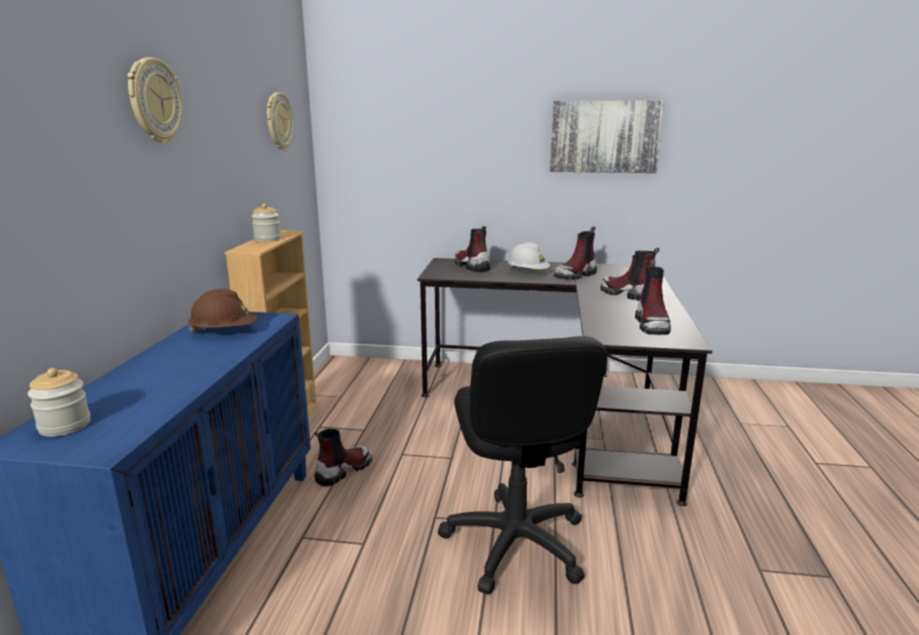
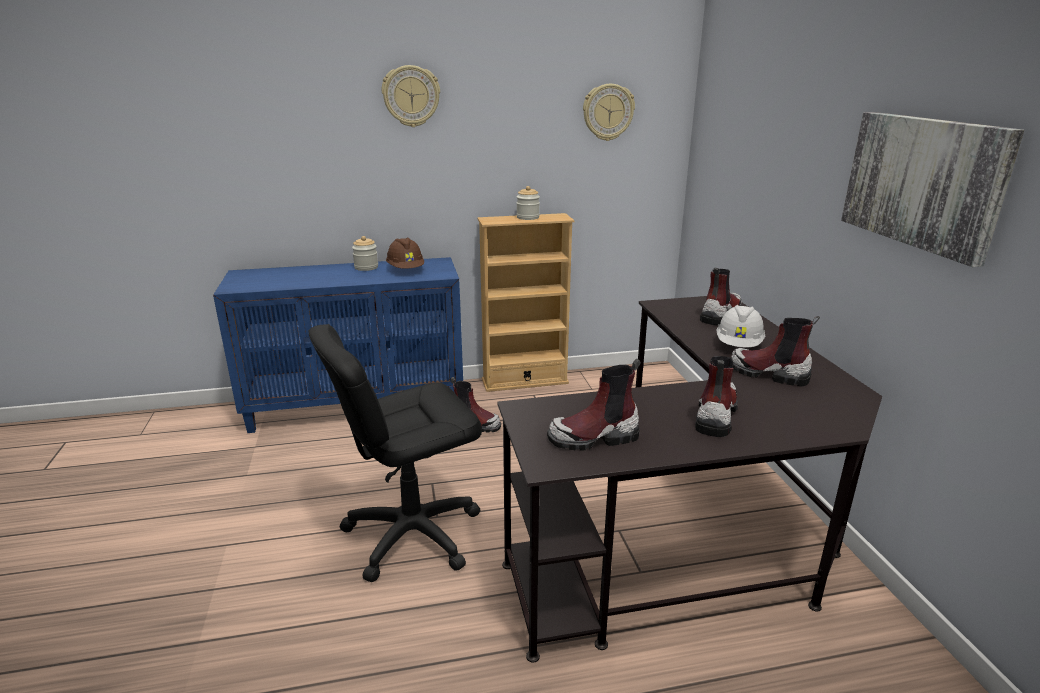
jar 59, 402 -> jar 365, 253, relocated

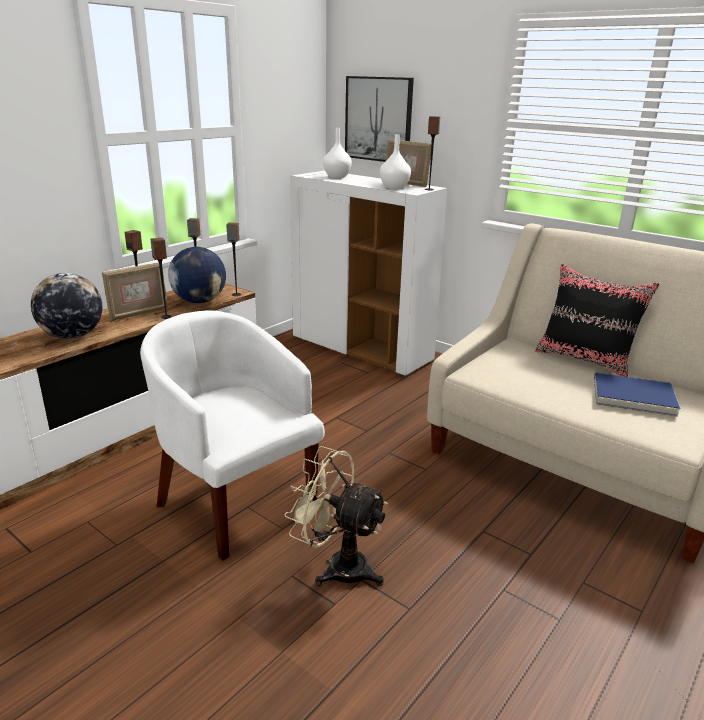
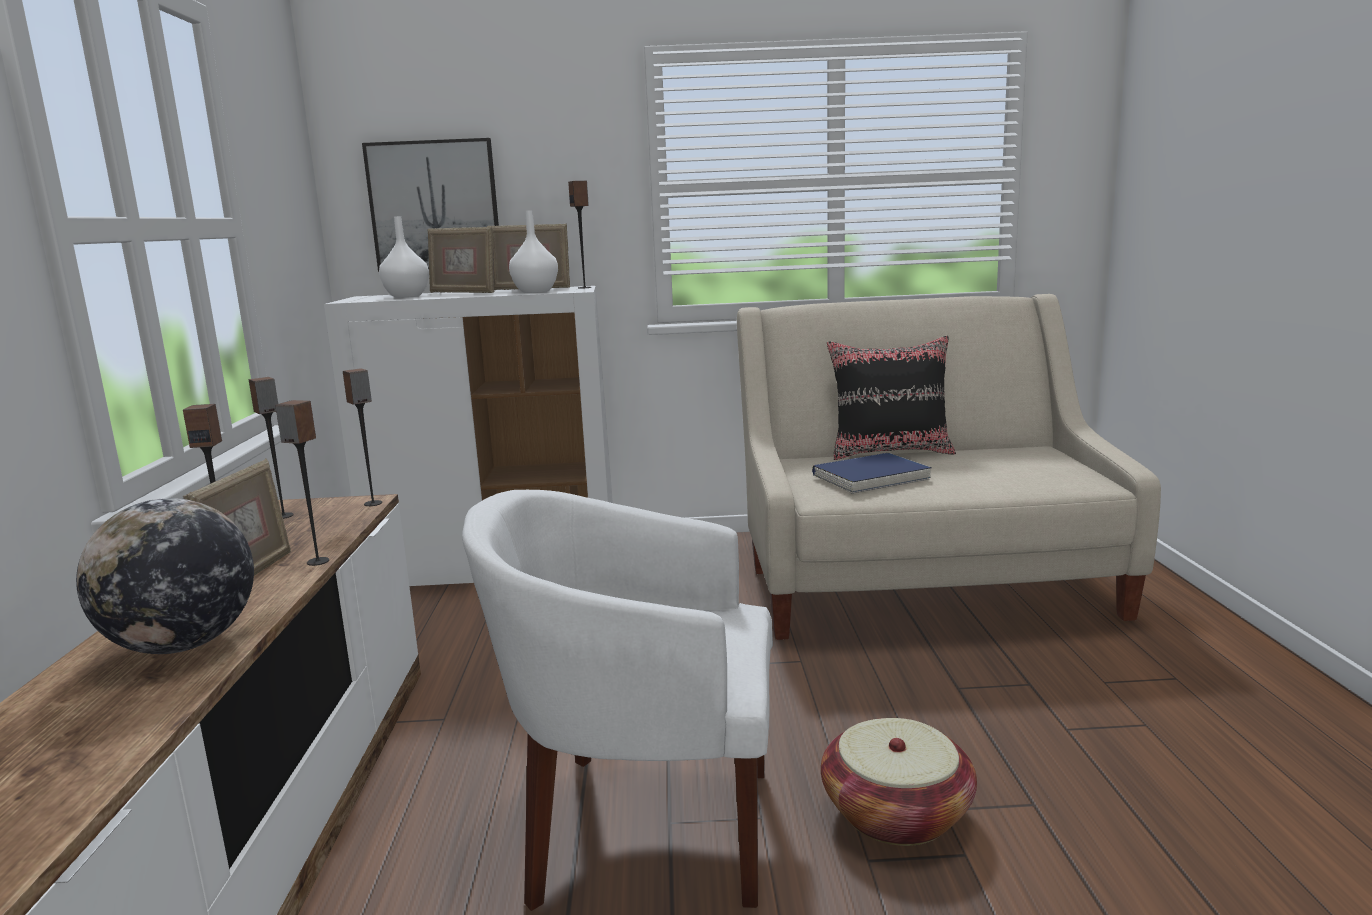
globe 197, 275 -> none
none -> picture frame 461, 259
blue book 637, 394 -> blue book 872, 473, relocated
beige fan 336, 516 -> basket 899, 782

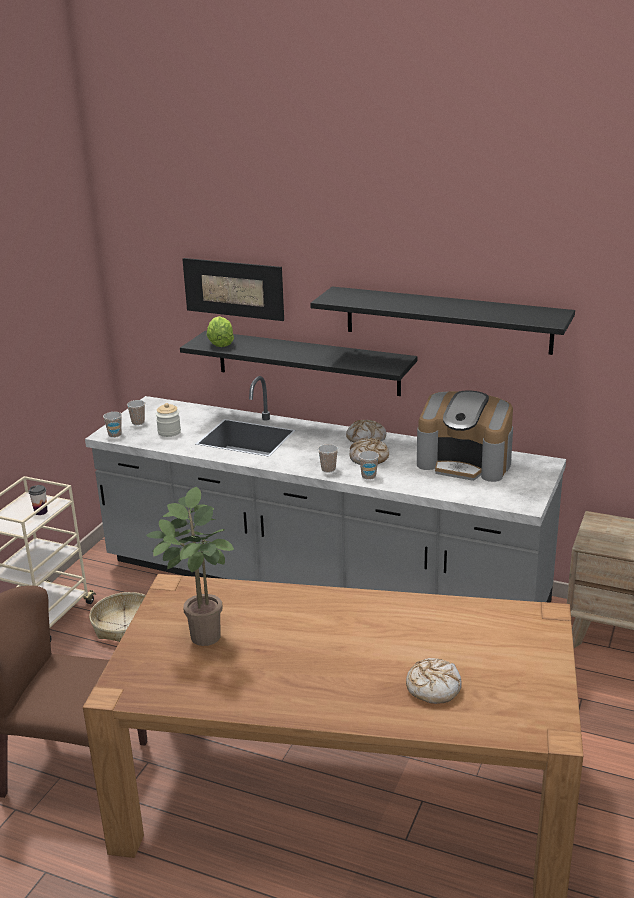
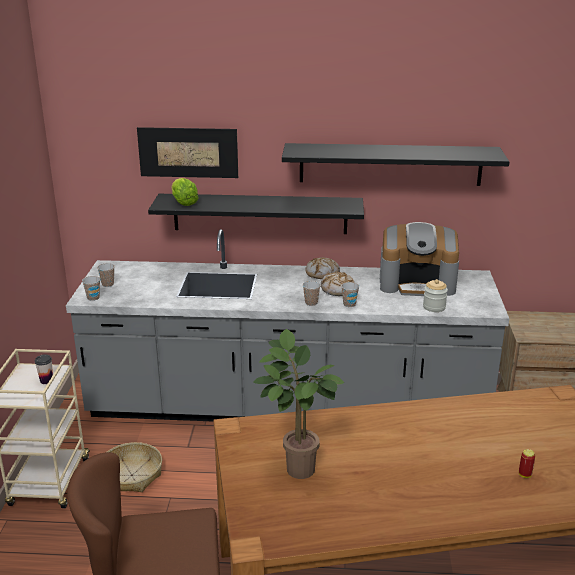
jar 168, 420 -> jar 435, 295, relocated
bread 434, 681 -> can 527, 463

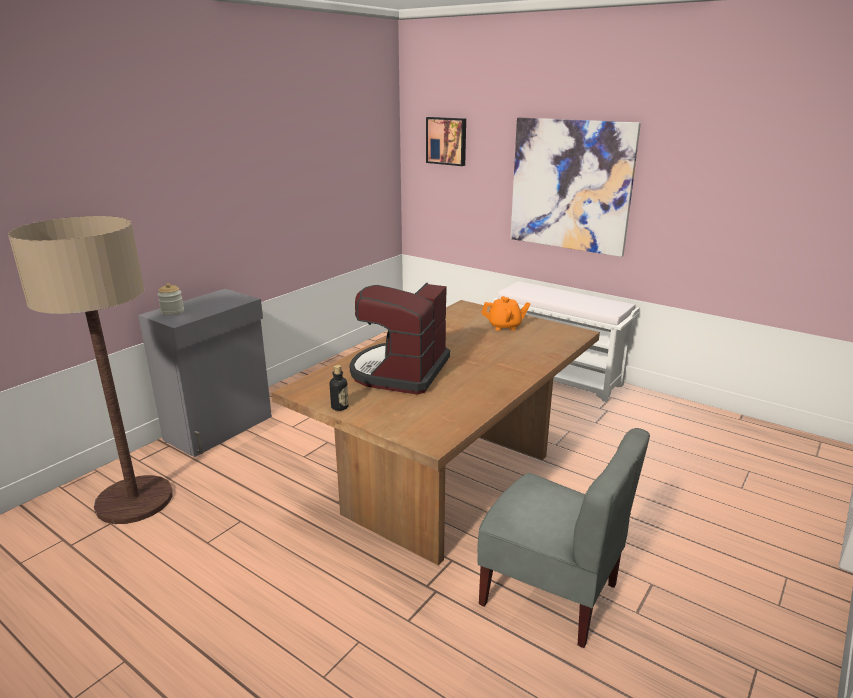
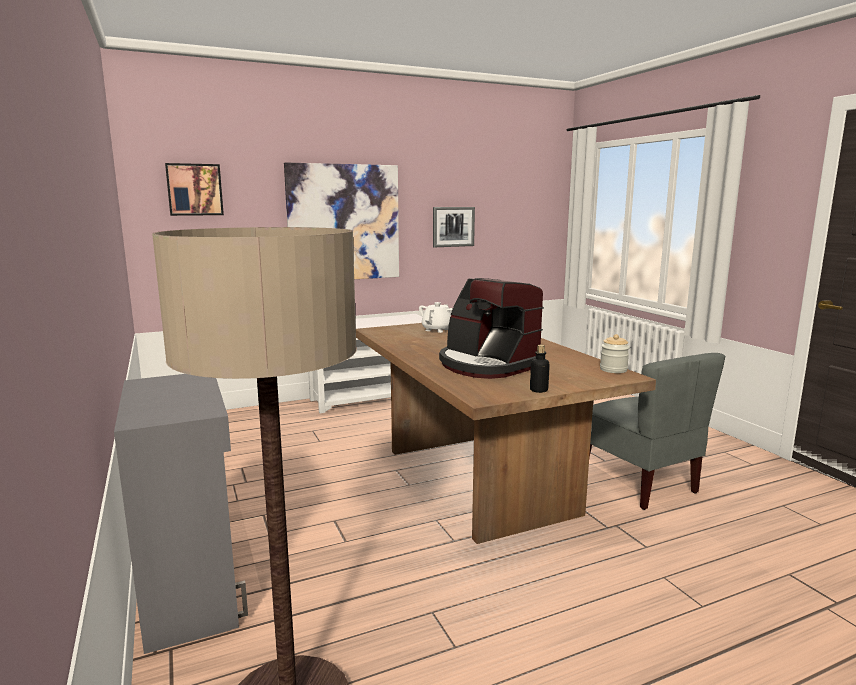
none -> picture 454, 227
jar 171, 299 -> jar 615, 353, relocated
orange teapot 505, 313 -> white teapot 436, 317
grey chair 563, 538 -> grey chair 657, 431, 90 degrees clockwise

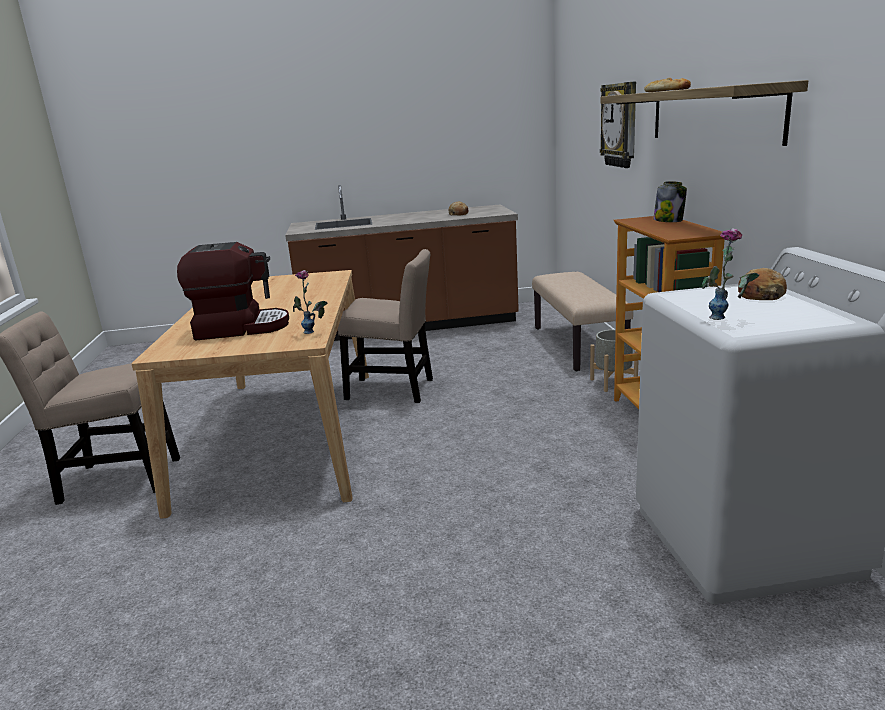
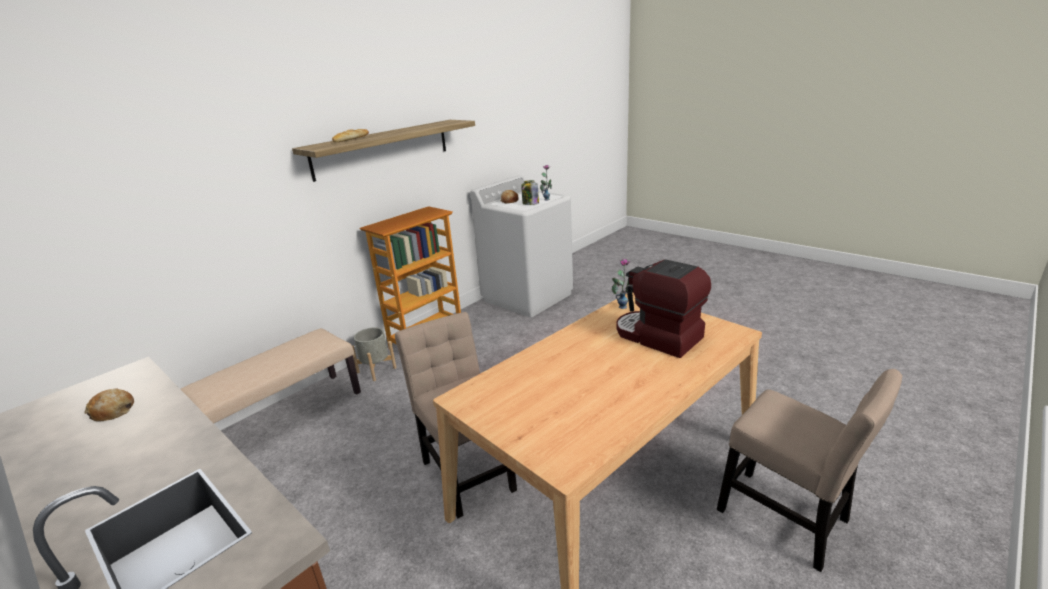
wall clock 618, 125 -> none
jar 670, 201 -> jar 530, 192, relocated

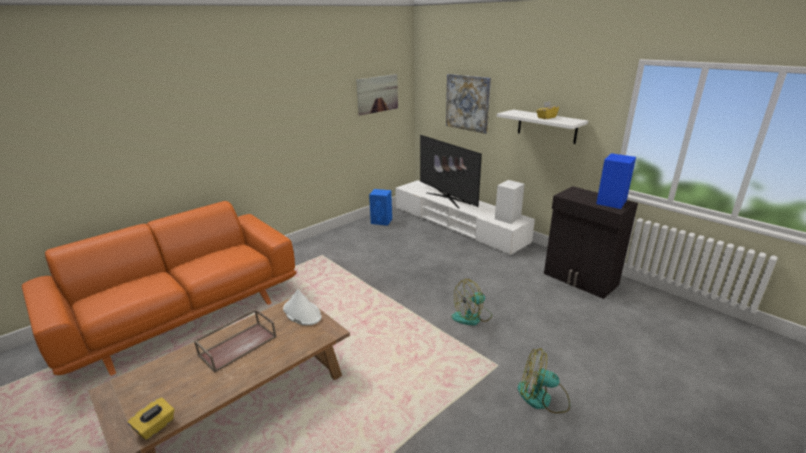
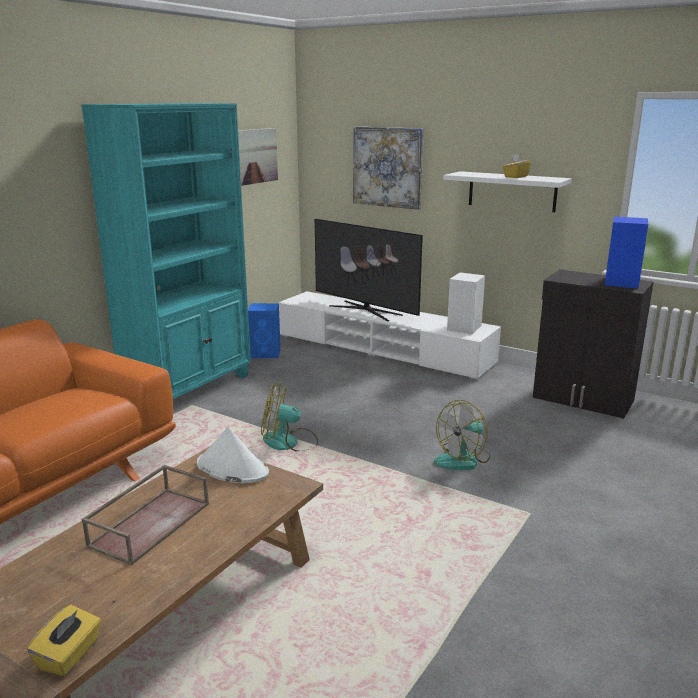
none -> turquoise bookcase 166, 251
fan 544, 380 -> fan 289, 417, relocated

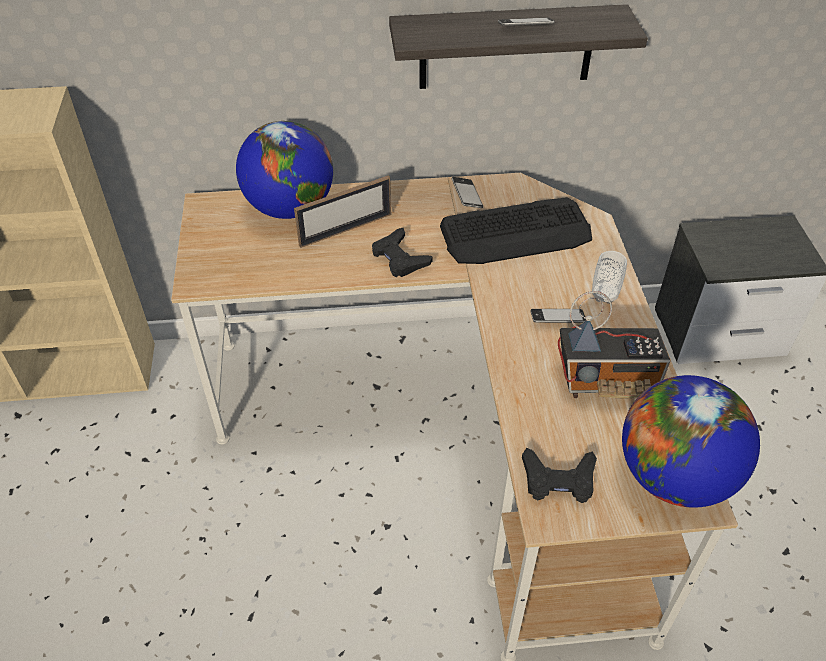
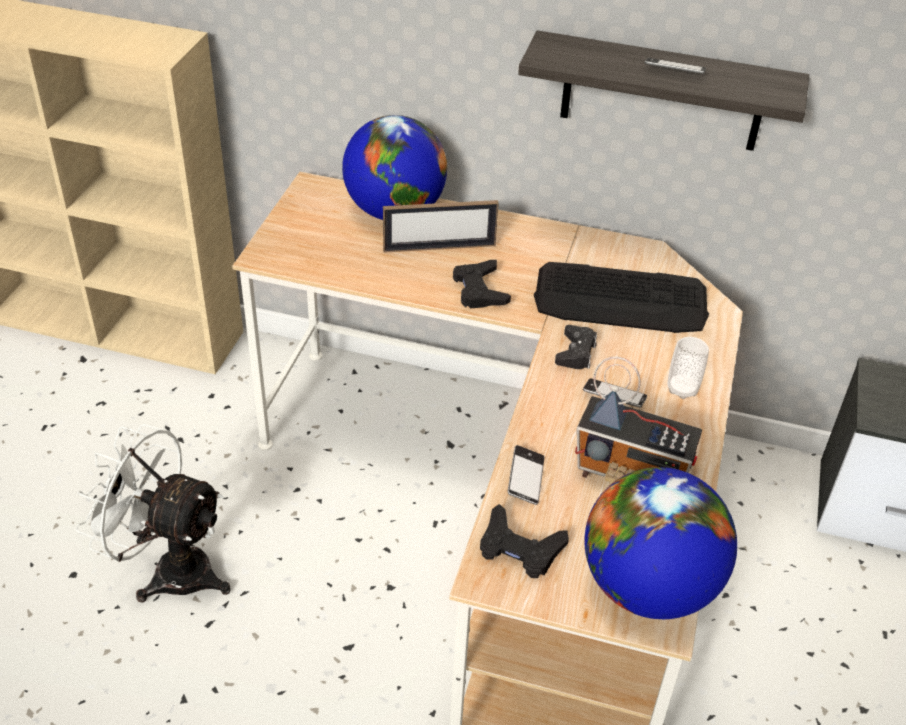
none -> white fan 153, 513
none -> black game controller 576, 347
phone 467, 192 -> phone 526, 475, relocated

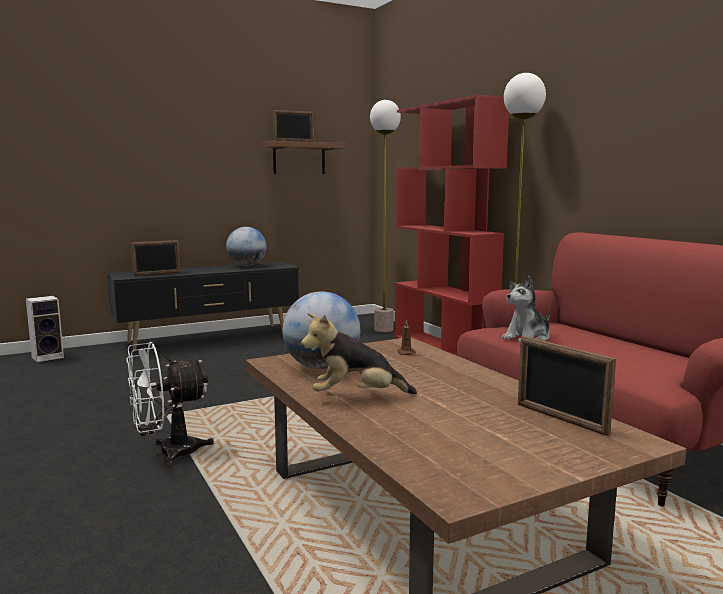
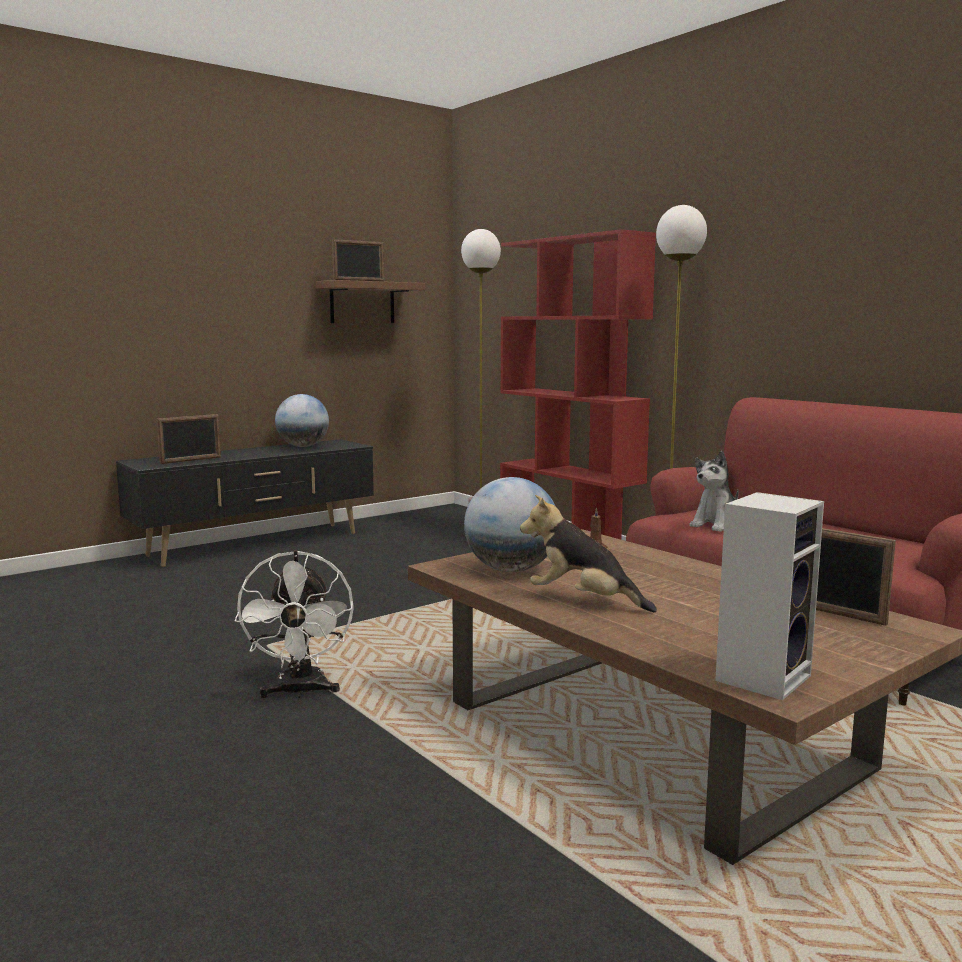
speaker 45, 329 -> speaker 769, 596, relocated
white fan 170, 404 -> white fan 294, 624, 60 degrees counterclockwise
plush toy 359, 353 -> plush toy 588, 553, 45 degrees clockwise

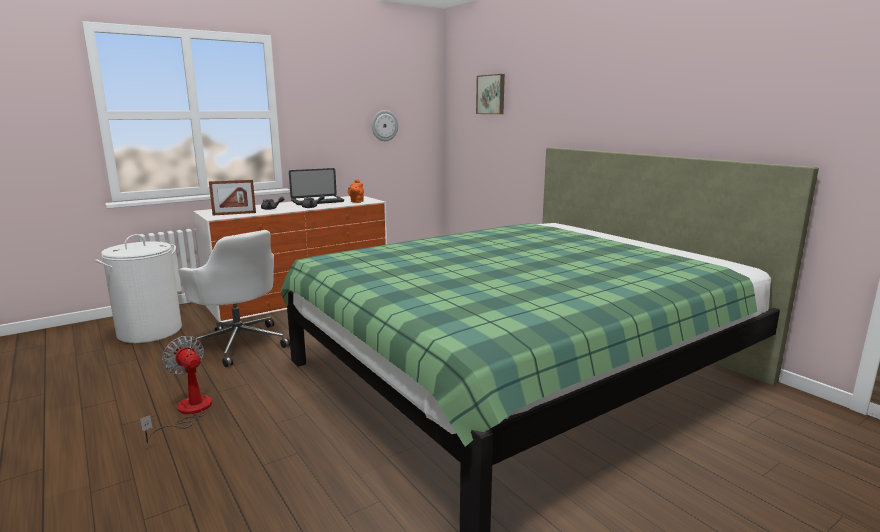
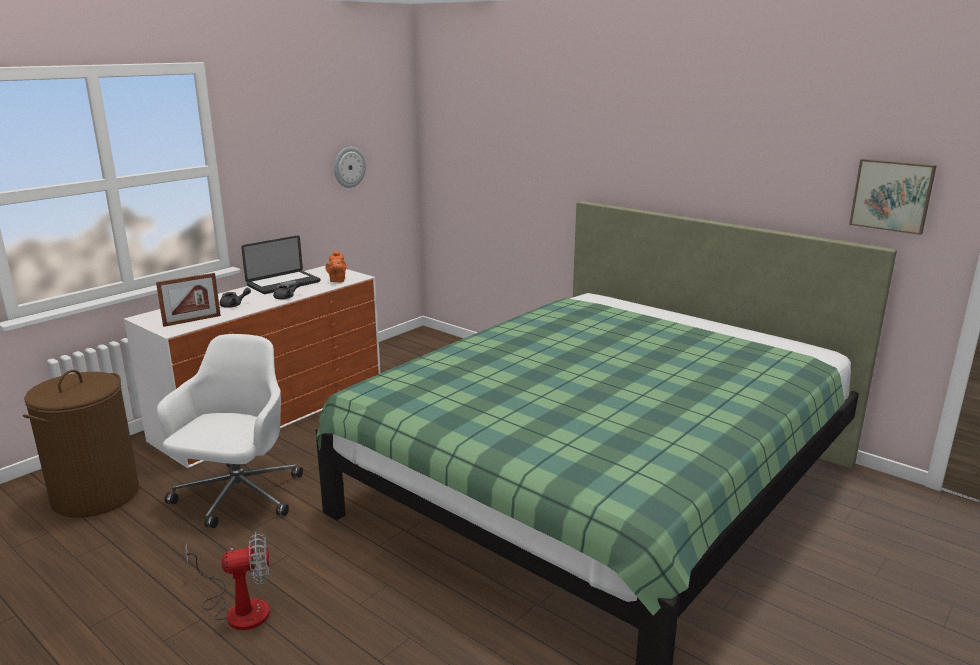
picture 490, 94 -> picture 893, 196, relocated
white laundry basket 138, 288 -> brown laundry basket 81, 444
fan 176, 389 -> fan 227, 580, 135 degrees clockwise
white office chair 234, 298 -> white office chair 230, 431, 105 degrees counterclockwise

